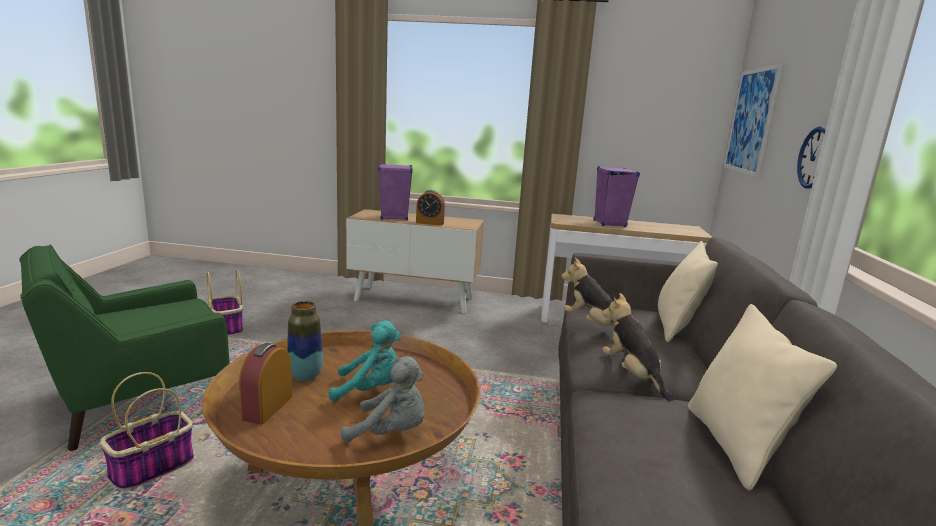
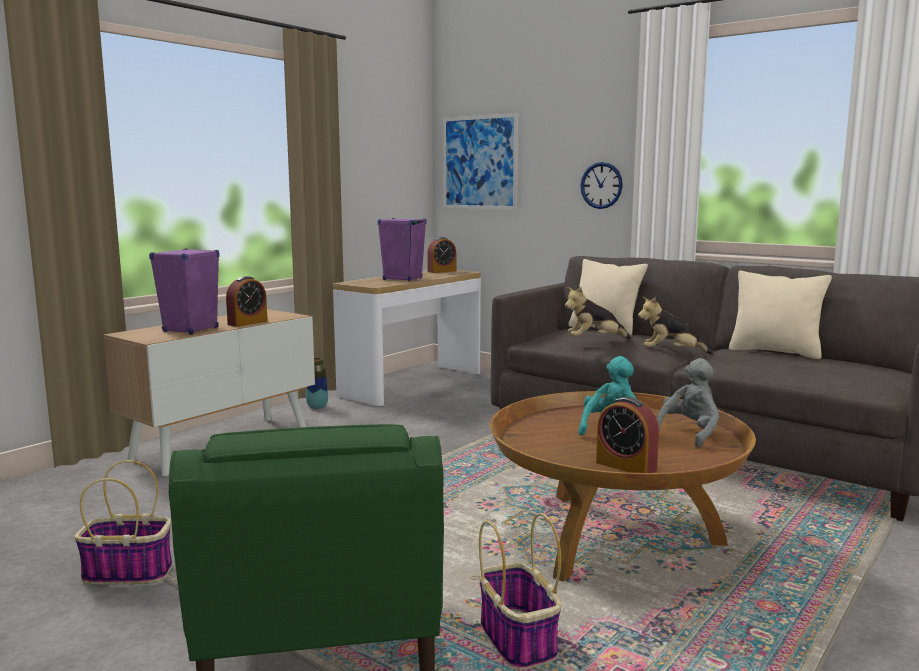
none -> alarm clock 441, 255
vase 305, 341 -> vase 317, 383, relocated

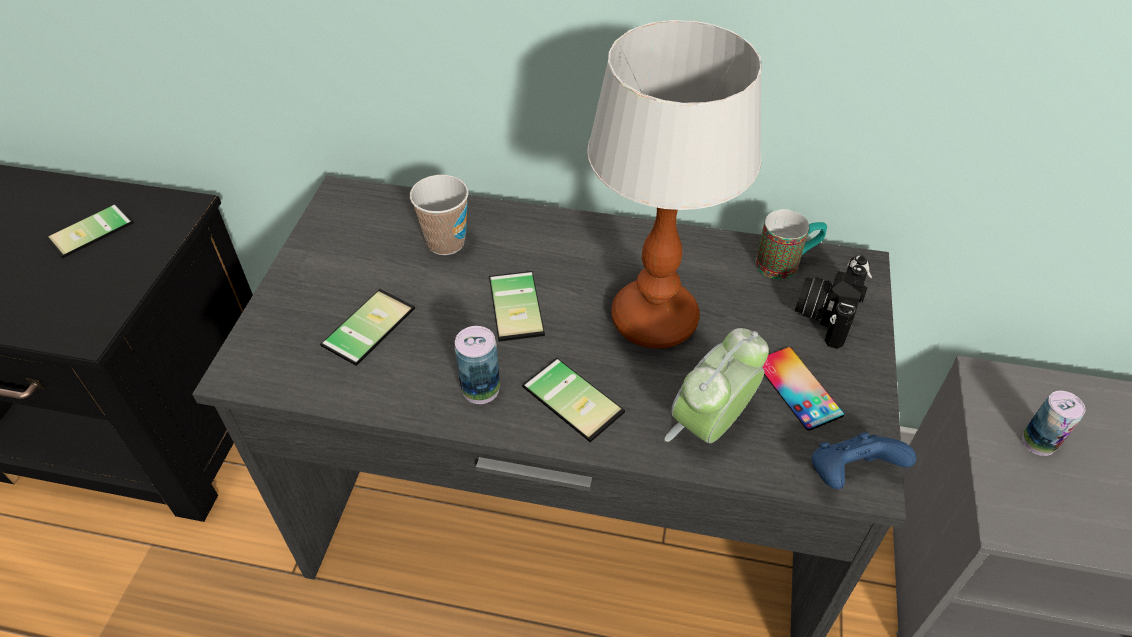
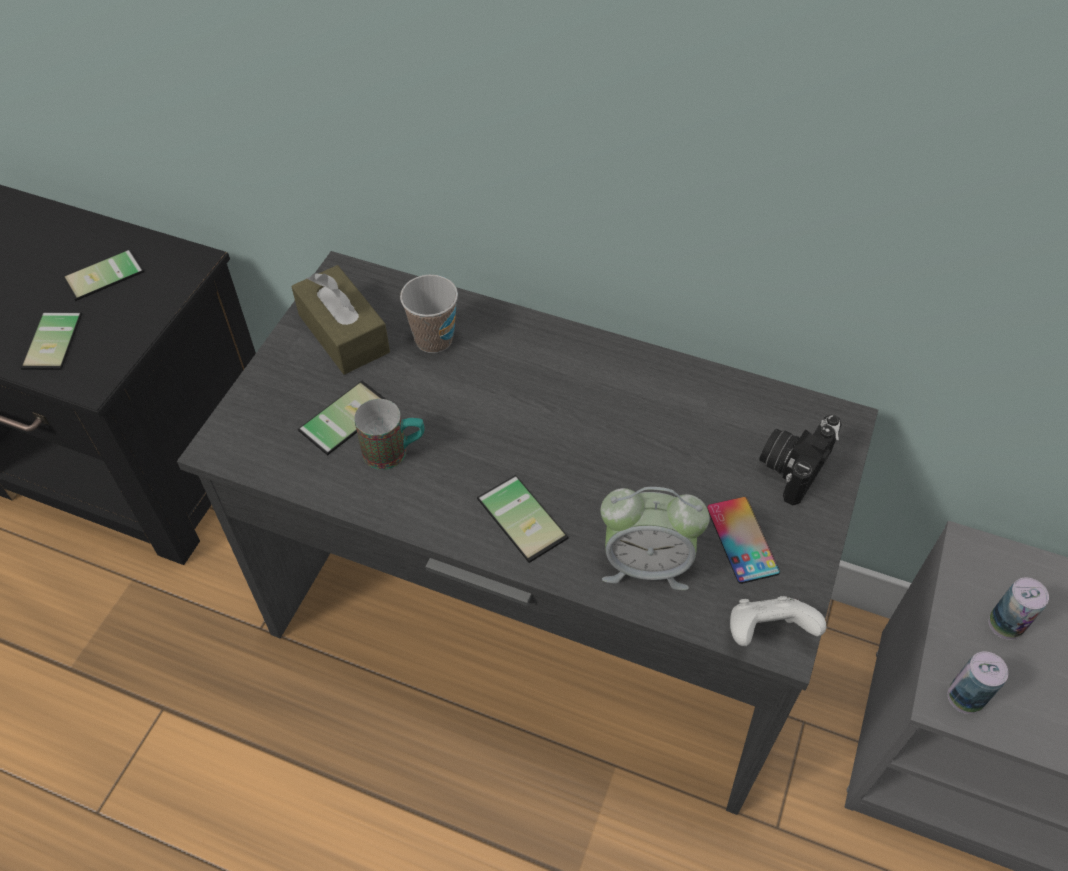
table lamp 674, 184 -> none
none -> brown tissue box 340, 320
can 477, 365 -> can 978, 682, relocated
phone 517, 306 -> phone 51, 341, relocated
mug 791, 244 -> mug 389, 434, relocated
blue game controller 864, 460 -> white game controller 778, 621
alarm clock 716, 385 -> alarm clock 655, 538, 135 degrees counterclockwise

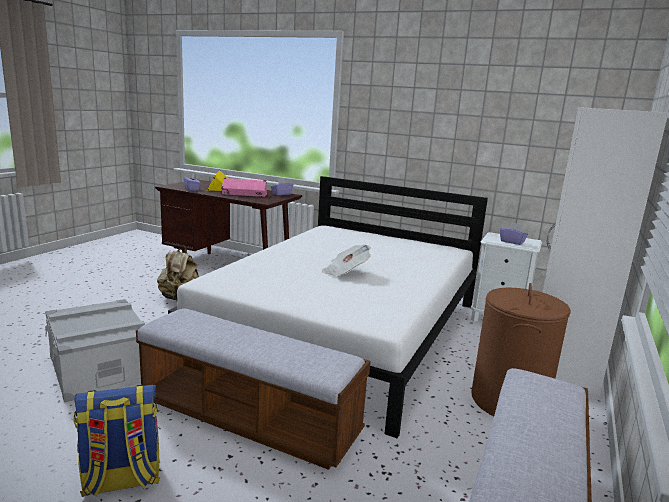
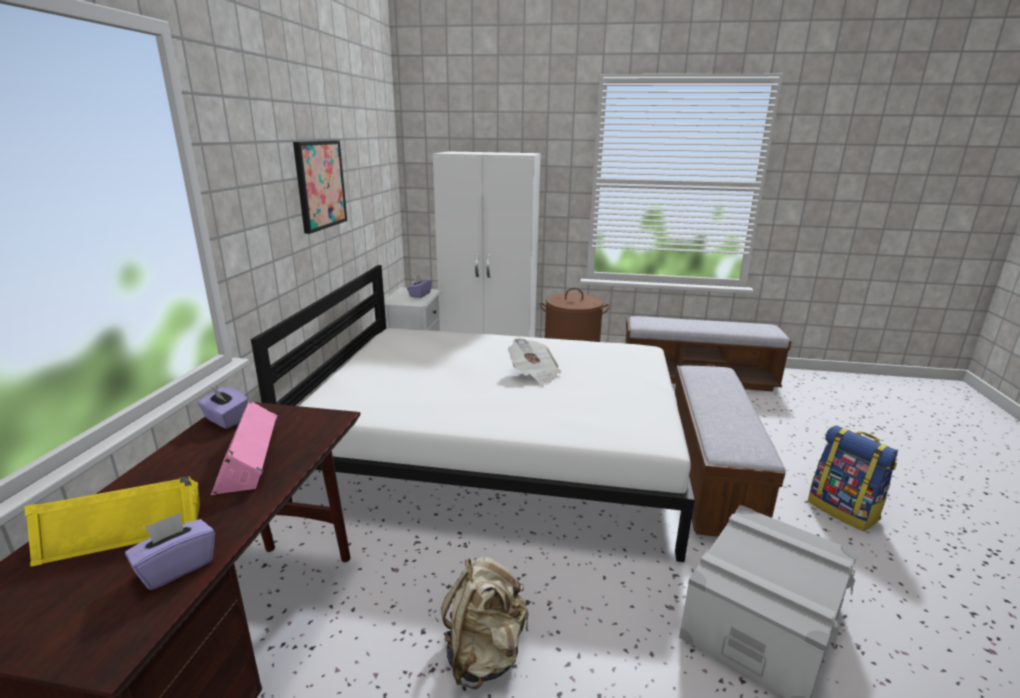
none -> picture 320, 187

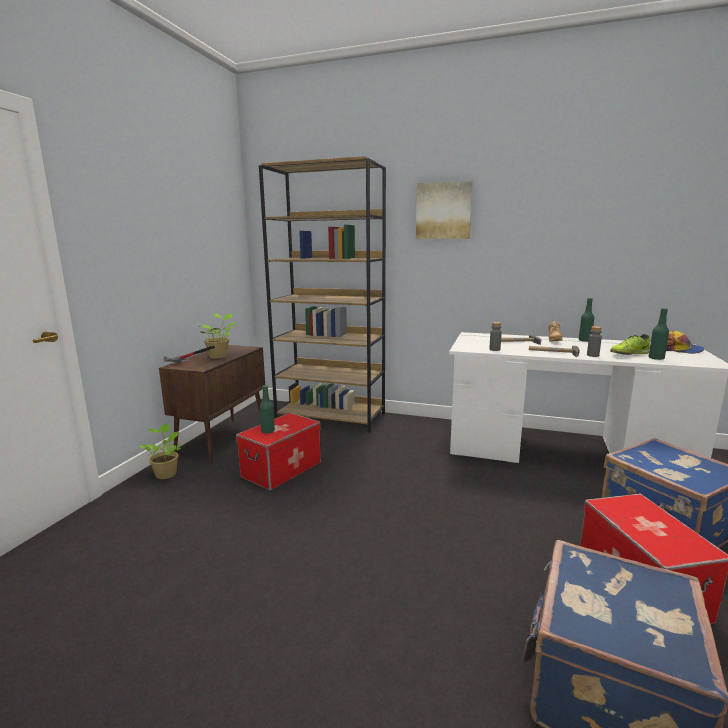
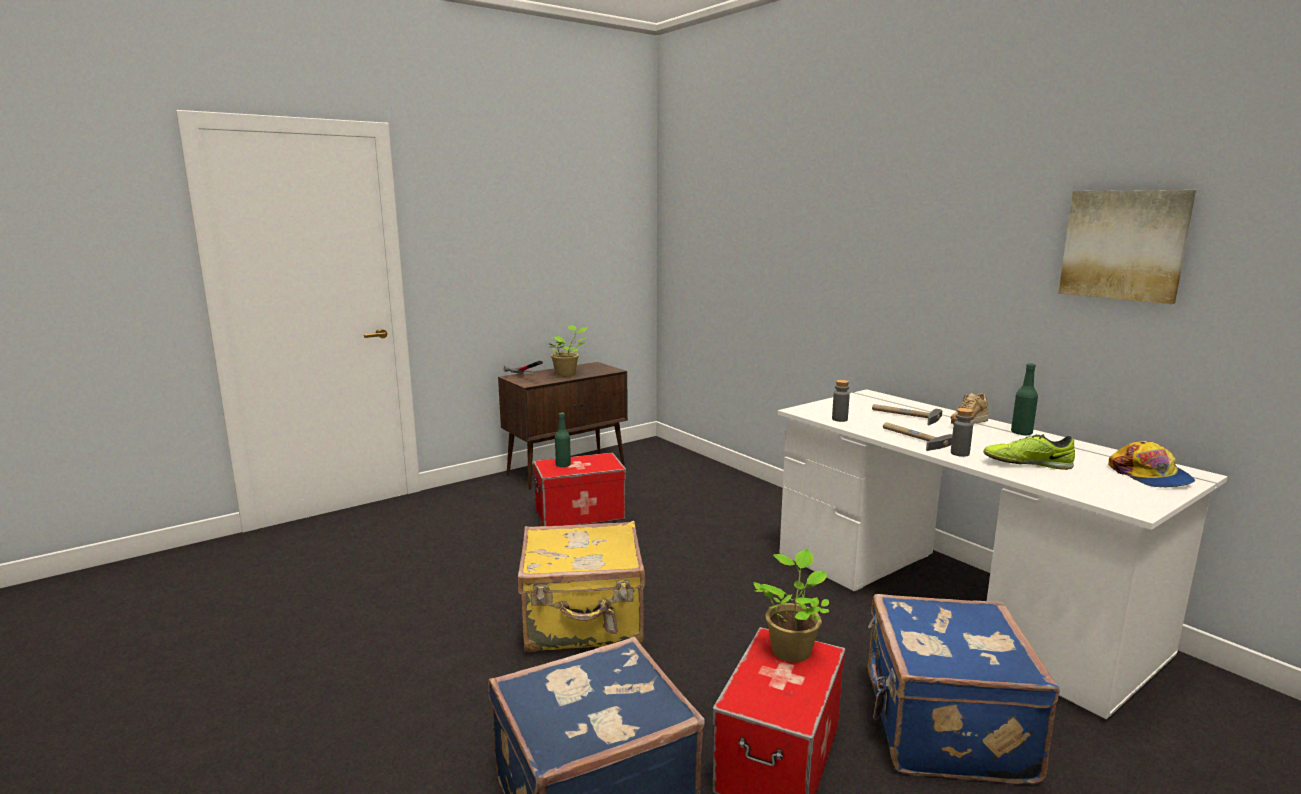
brown bookcase 322, 294 -> none
green bottle 658, 334 -> none
none -> yellow suitcase 581, 586
potted plant 160, 451 -> potted plant 791, 605, relocated
picture 444, 209 -> picture 1127, 247, relocated

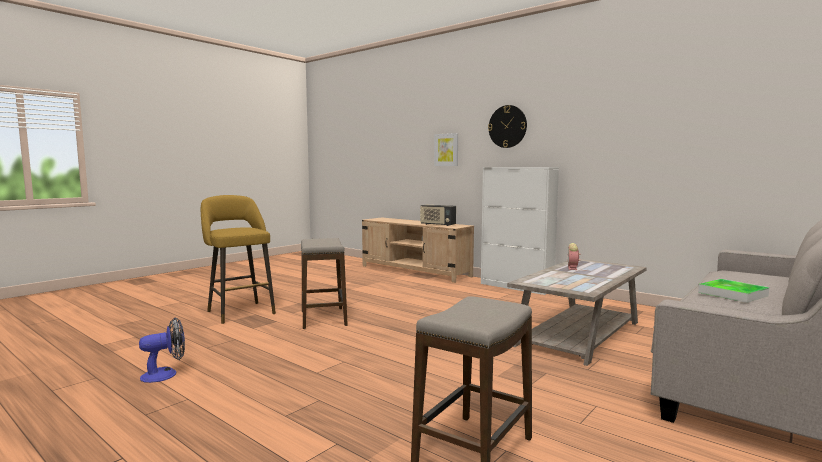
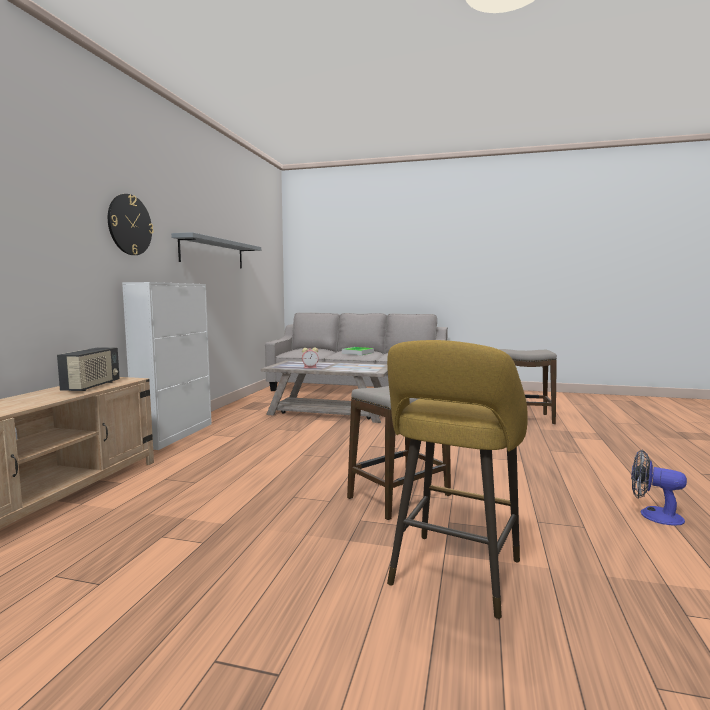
picture 446, 149 -> none
none -> grey shelf 216, 250

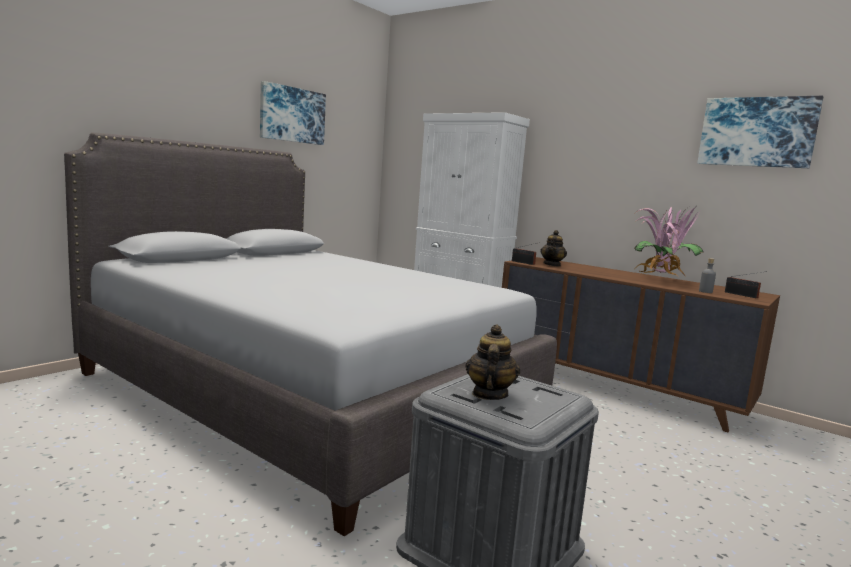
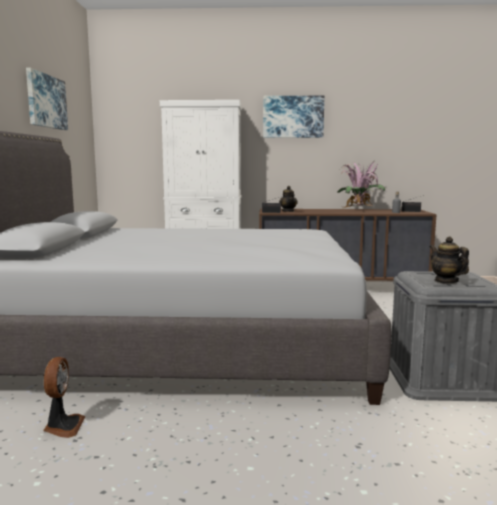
none -> fan 64, 397
picture 760, 132 -> picture 293, 117, relocated

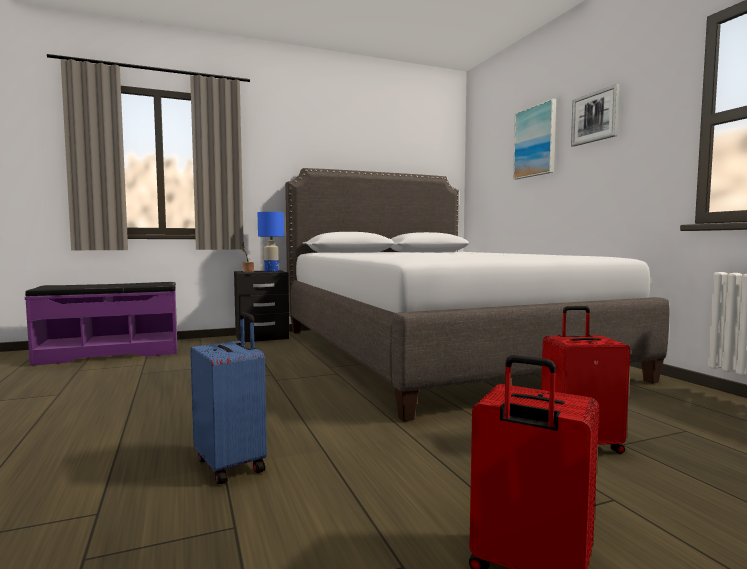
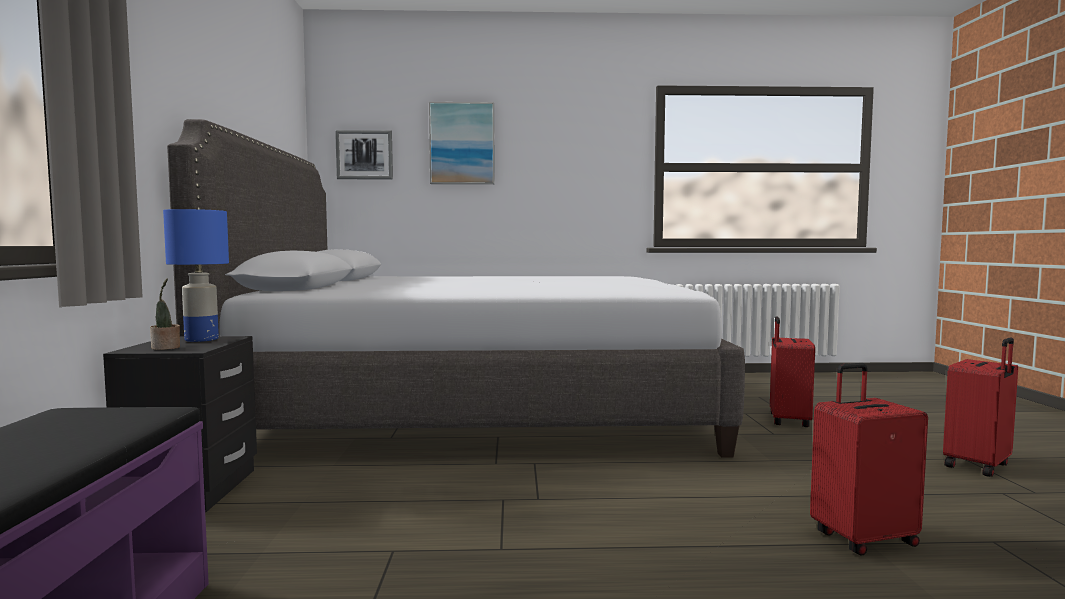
picture 595, 115 -> picture 364, 154, relocated
blue suitcase 228, 398 -> red suitcase 869, 459

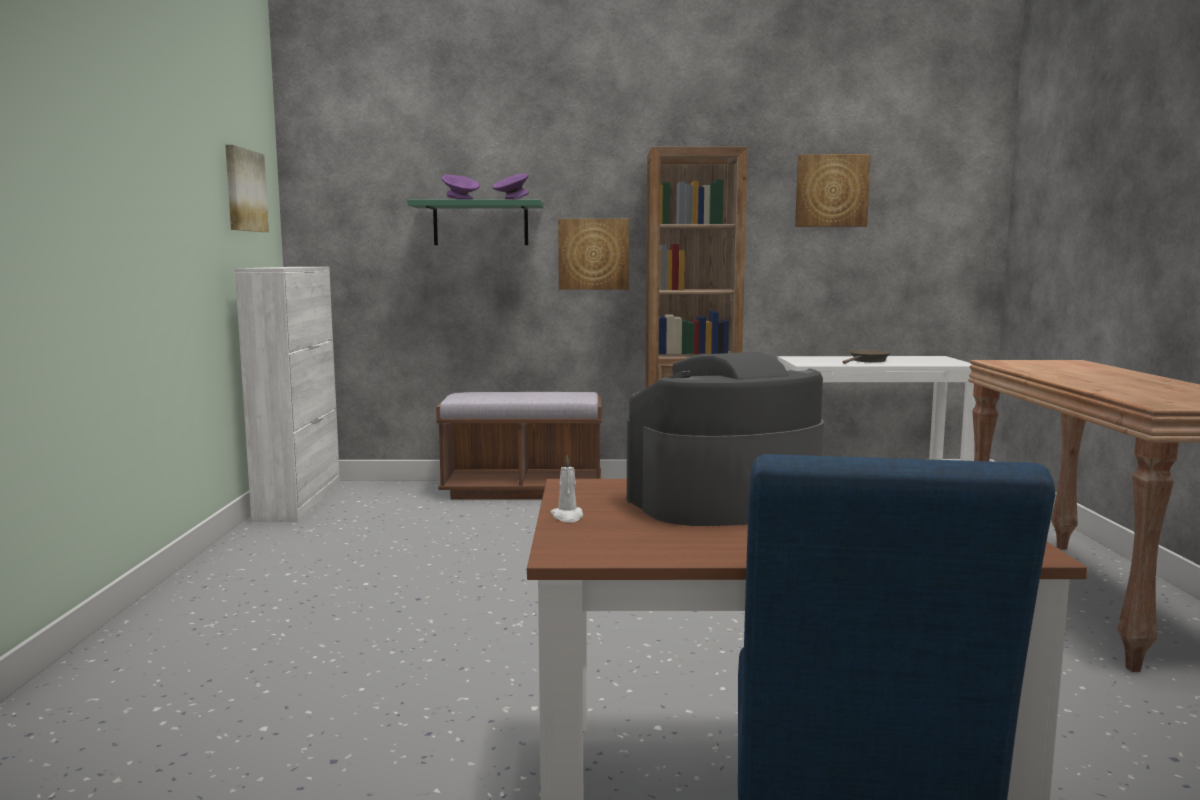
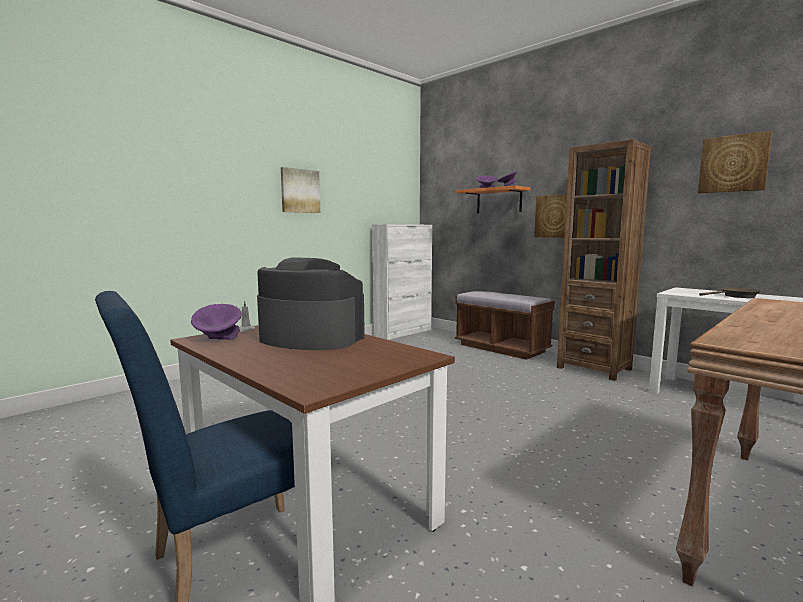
none -> purple bowl 216, 322
picture 247, 188 -> picture 300, 190, relocated
green shelf 475, 222 -> orange shelf 493, 199

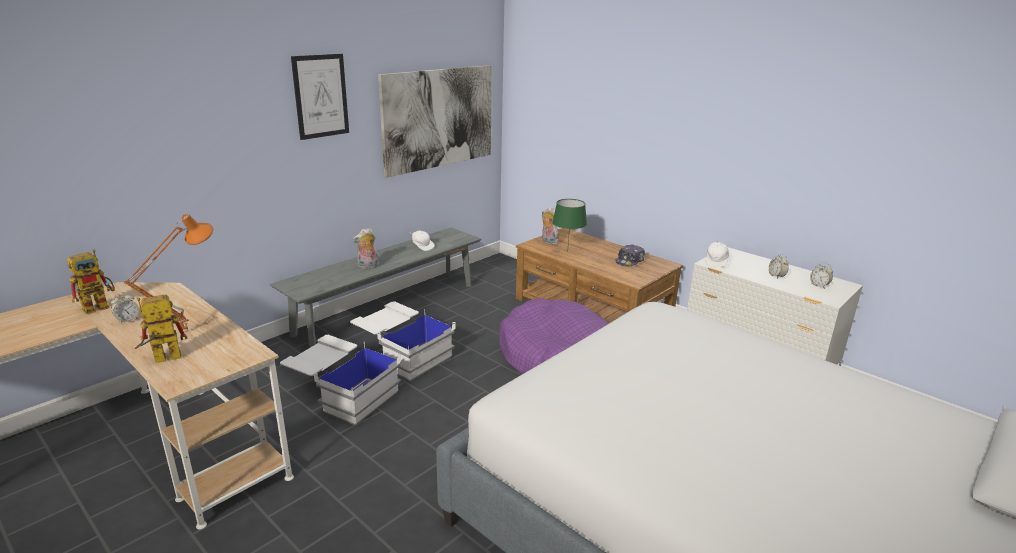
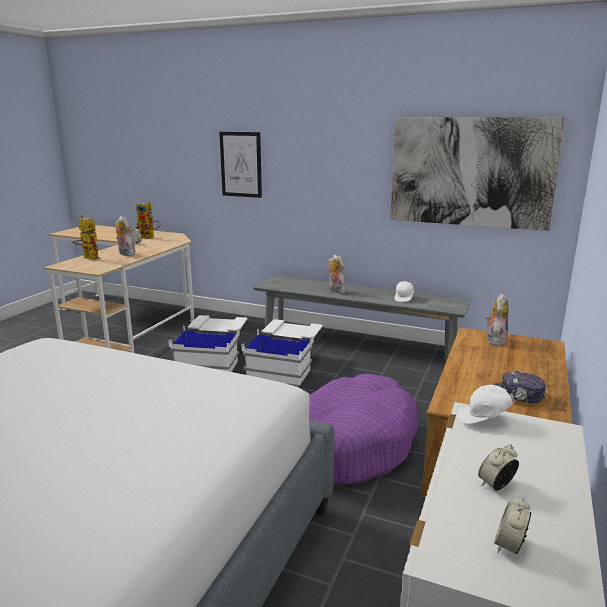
green table lamp 569, 221 -> none
picture 320, 97 -> picture 240, 165, relocated
orange table lamp 168, 273 -> plush toy 125, 236

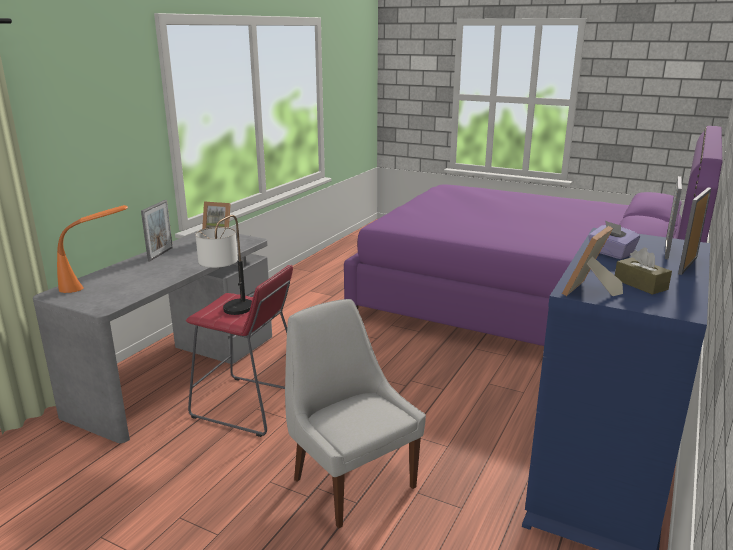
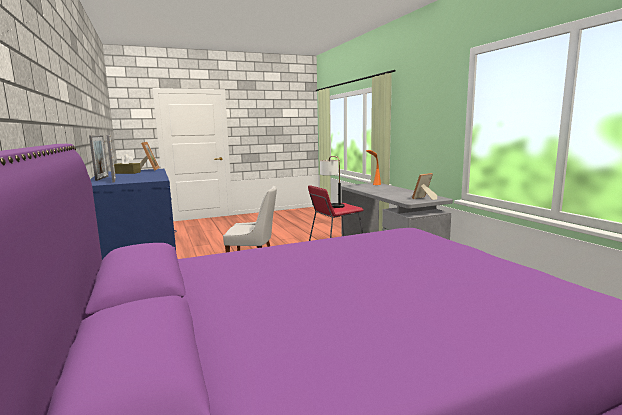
picture frame 157, 230 -> none
purple tissue box 614, 240 -> none

